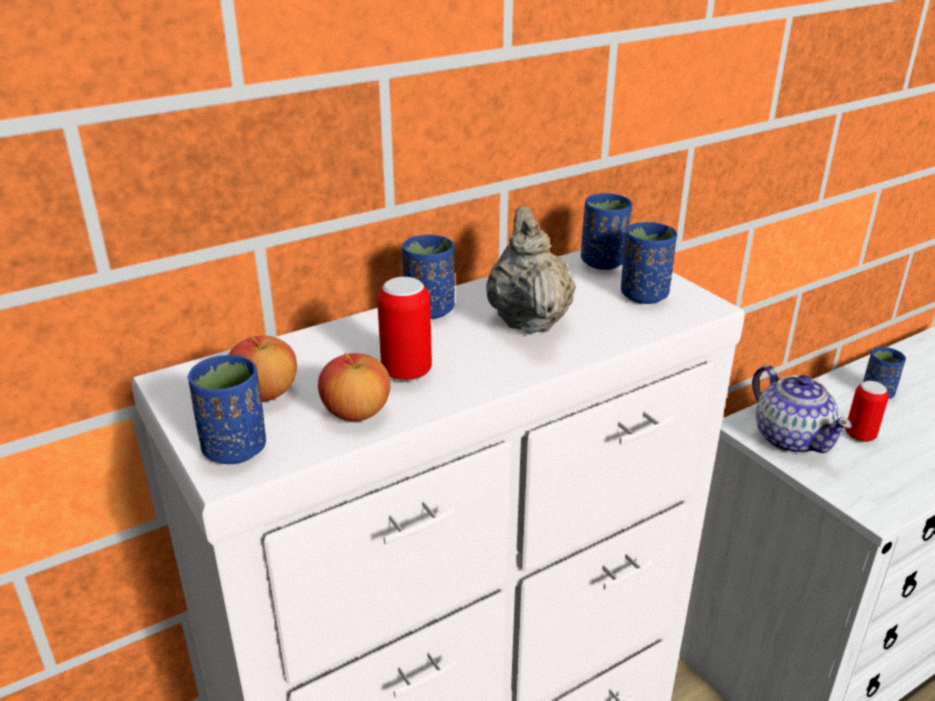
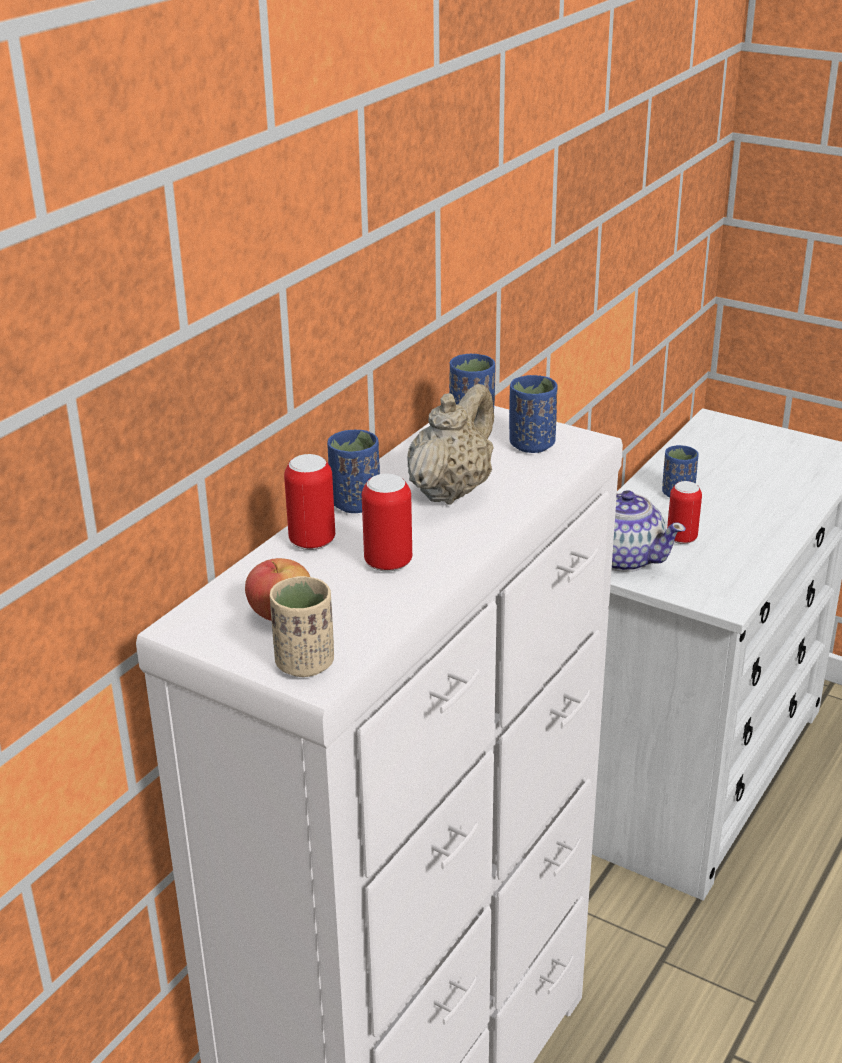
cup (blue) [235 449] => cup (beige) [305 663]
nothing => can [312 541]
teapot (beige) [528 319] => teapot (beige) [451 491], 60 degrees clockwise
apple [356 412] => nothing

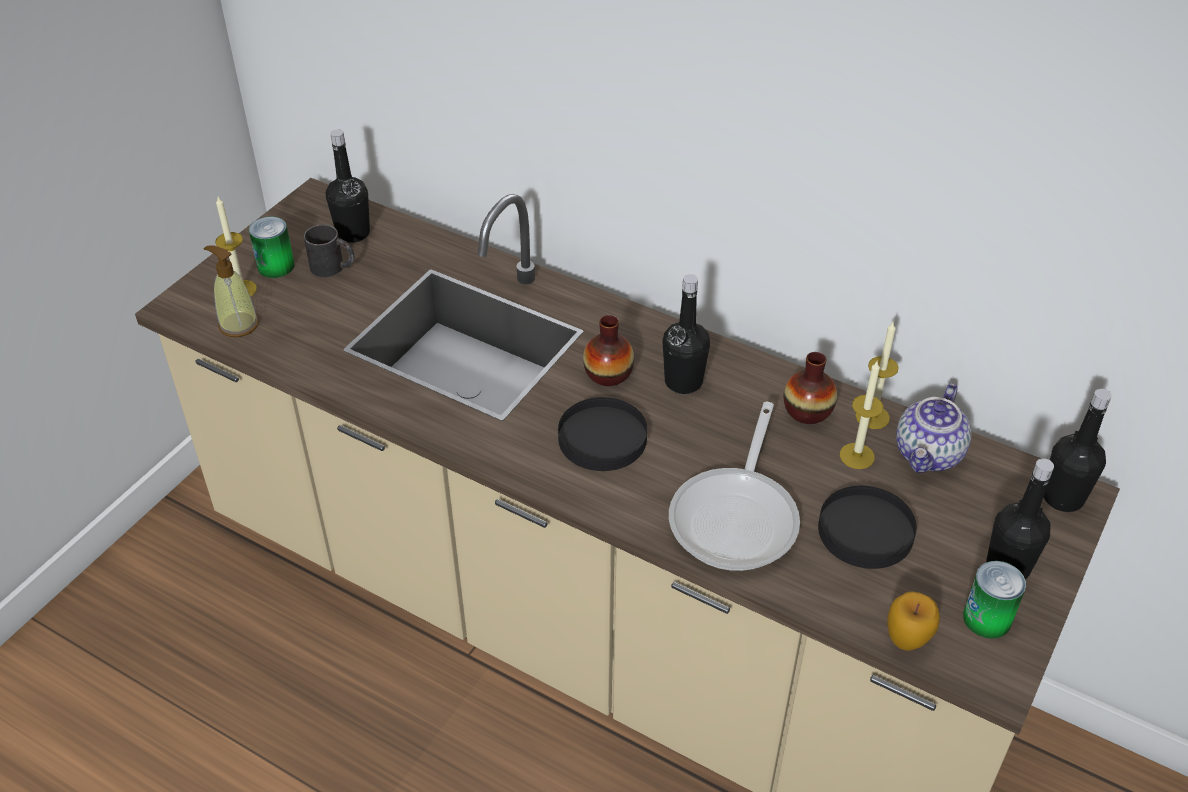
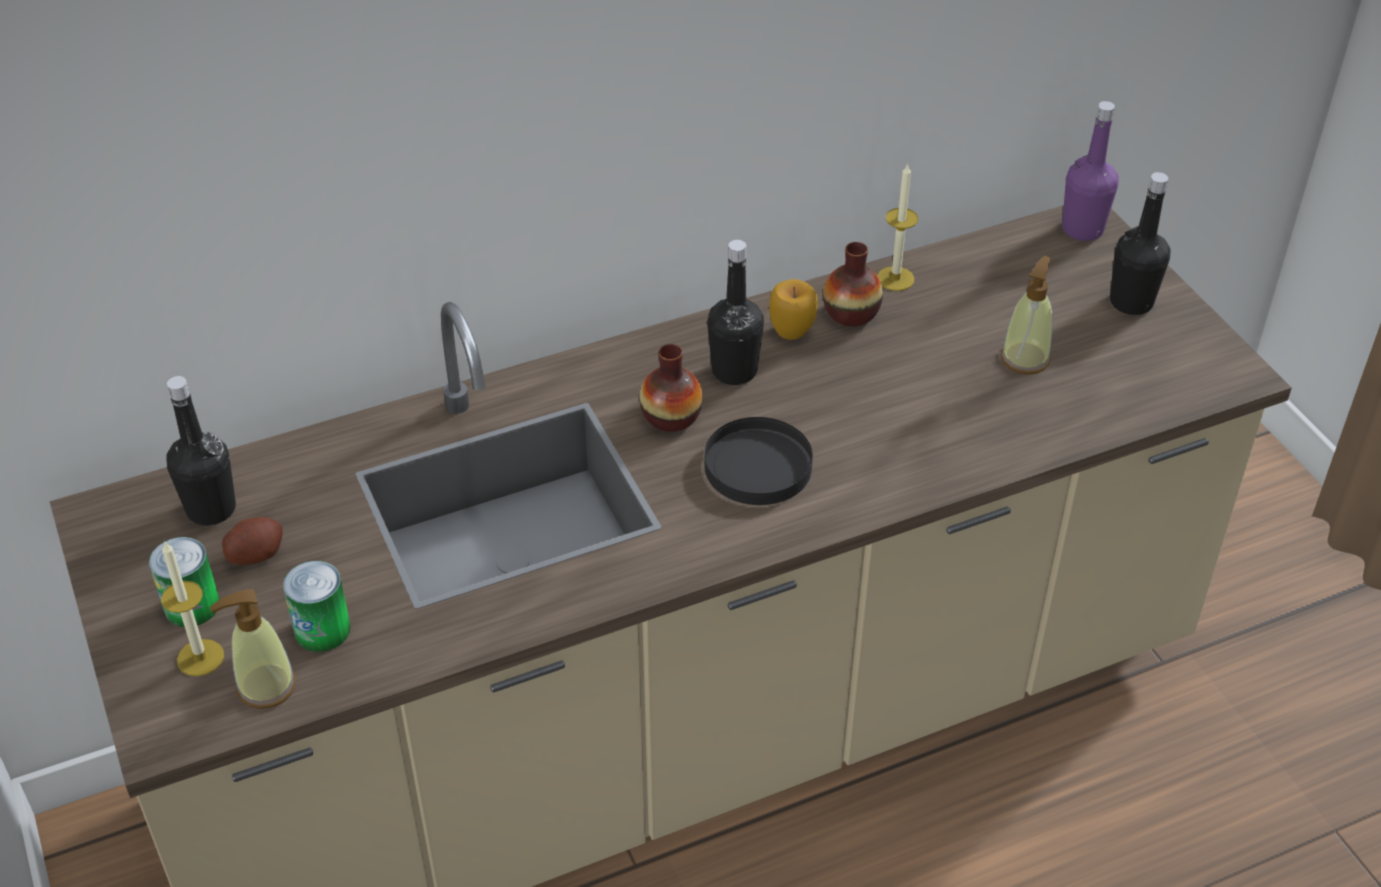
mug (black) [333 267] => potato [256 554]
can [987 618] => can [322 630], shifted
apple [907 640] => apple [792 331], shifted
plate (black) [865 530] => soap dispenser [1025 358]
bottle (black) [1062 497] => bottle (purple) [1082 229]
frying pan [737 517] => nothing
candle [857 456] => nothing
teapot [929 454] => nothing

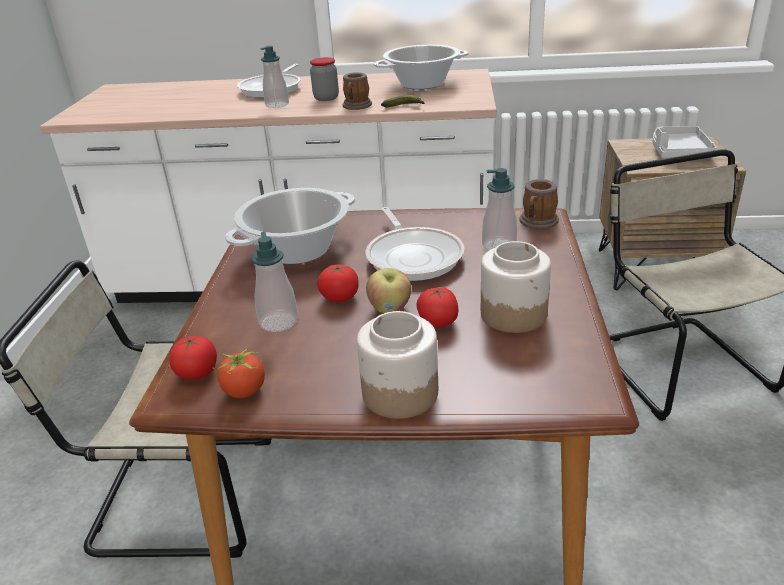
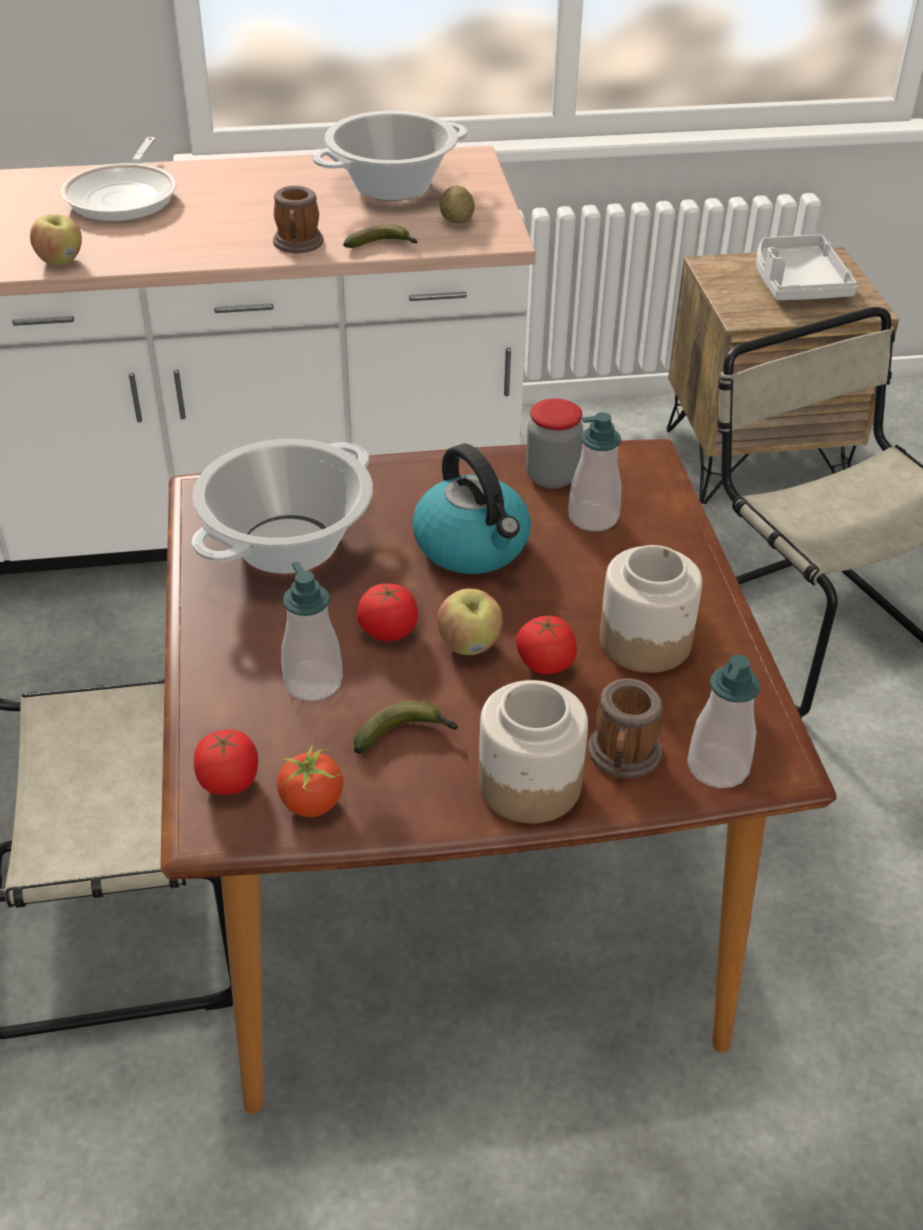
nothing => apple [61 260]
nothing => banana [406 735]
frying pan [413 256] => kettle [473 546]
nothing => potato [457 221]
jar [326 98] => jar [551 477], shifted
mug [537 223] => mug [623 758], shifted
soap dispenser [277 105] => soap dispenser [718 767], shifted

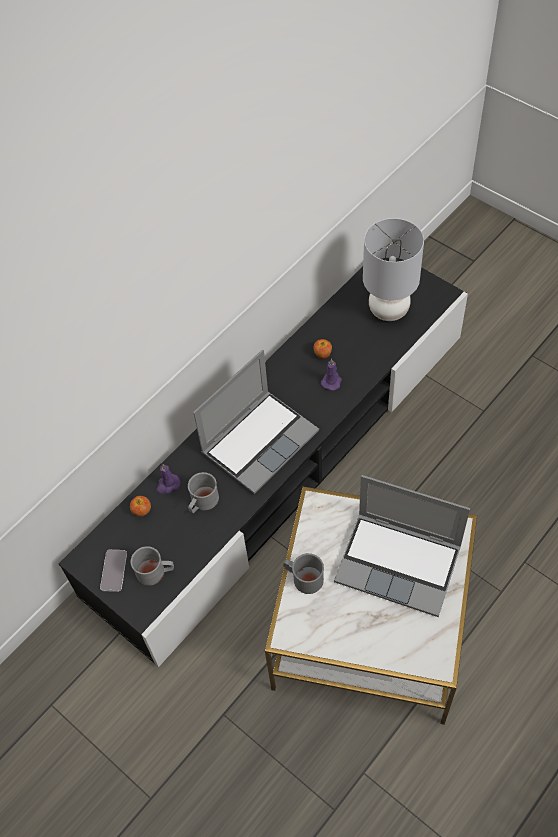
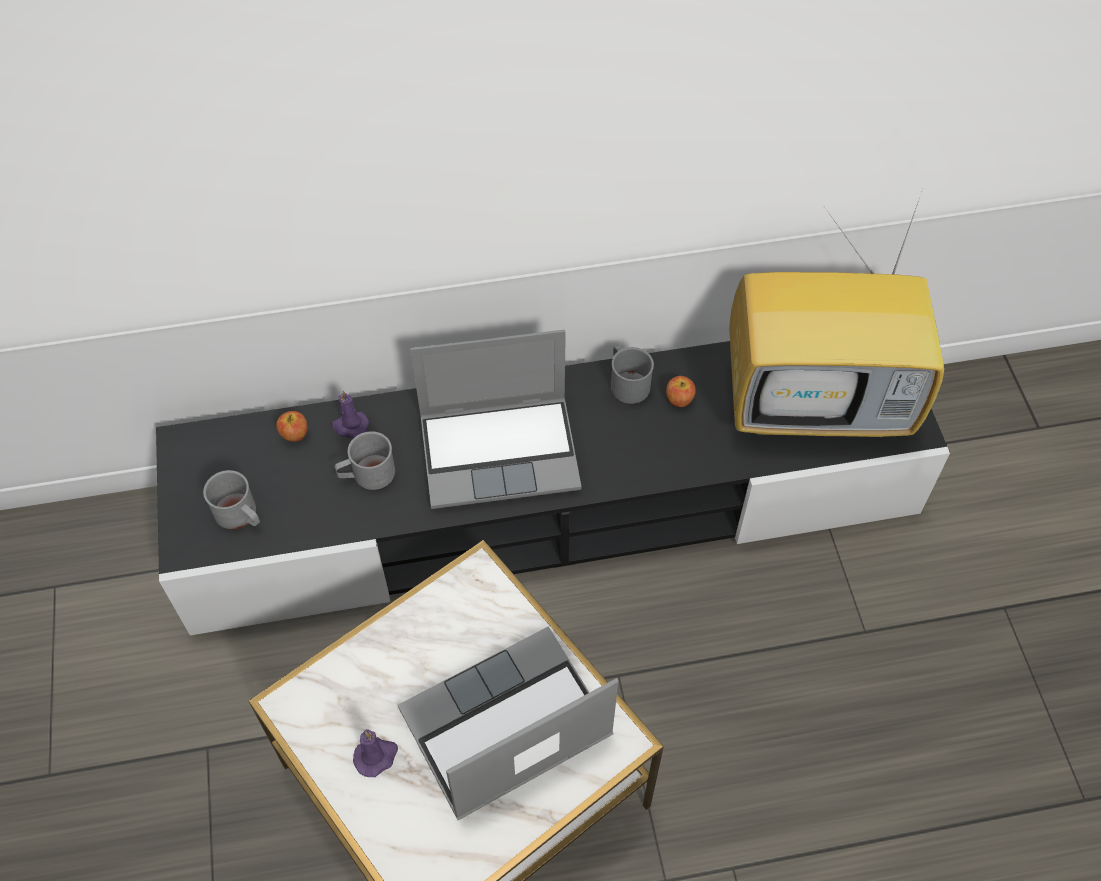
candle (purple) [331 381] => candle (purple) [376 756], shifted
laptop [400 563] => laptop [504 727], 90 degrees clockwise
mug (grey) [303 578] => mug (grey) [627 382], shifted
table lamp (grey) [388 310] => television [819 402]
phone [114 571] => nothing

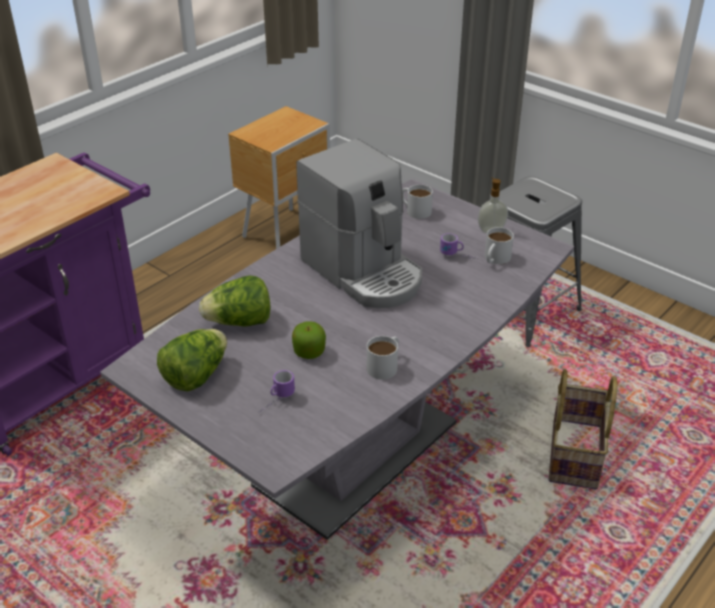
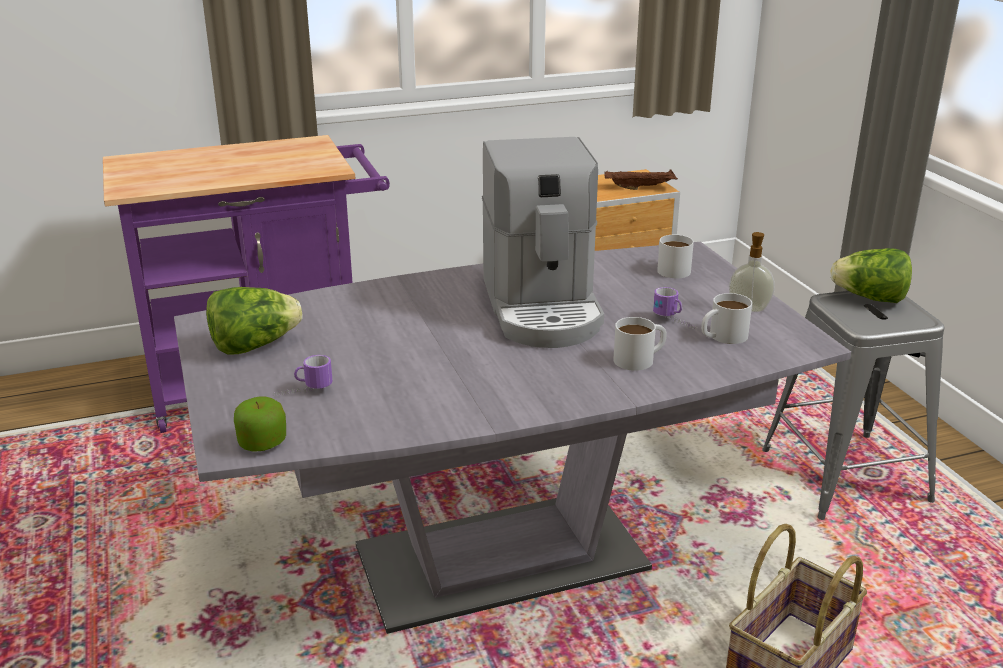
apple [309 351] => apple [262 443], shifted
nothing => tray (brown) [640 188]
mug (white) [385 365] => mug (white) [640 359], shifted
lettuce [239 322] => lettuce [870 298], shifted

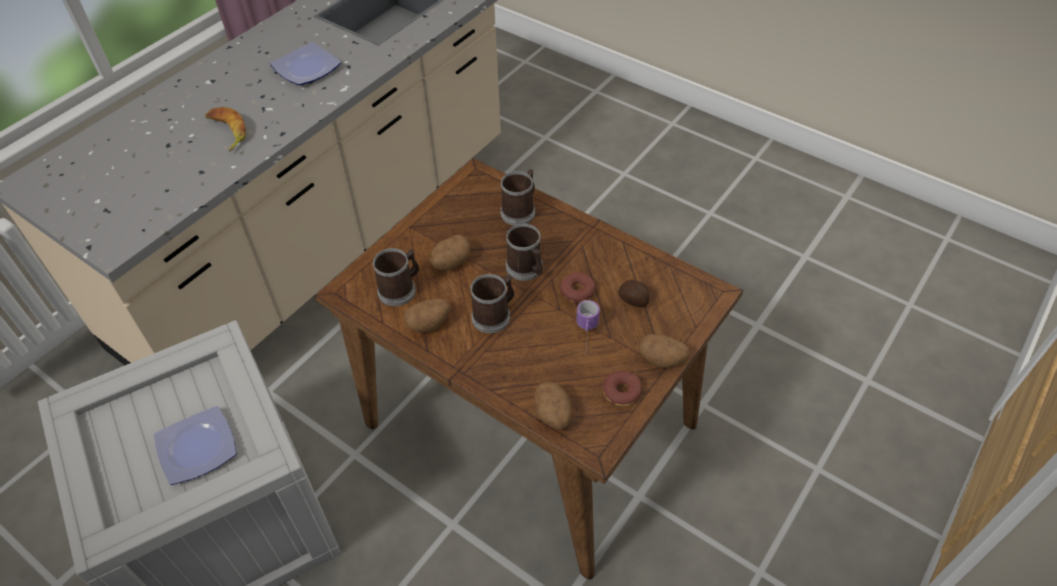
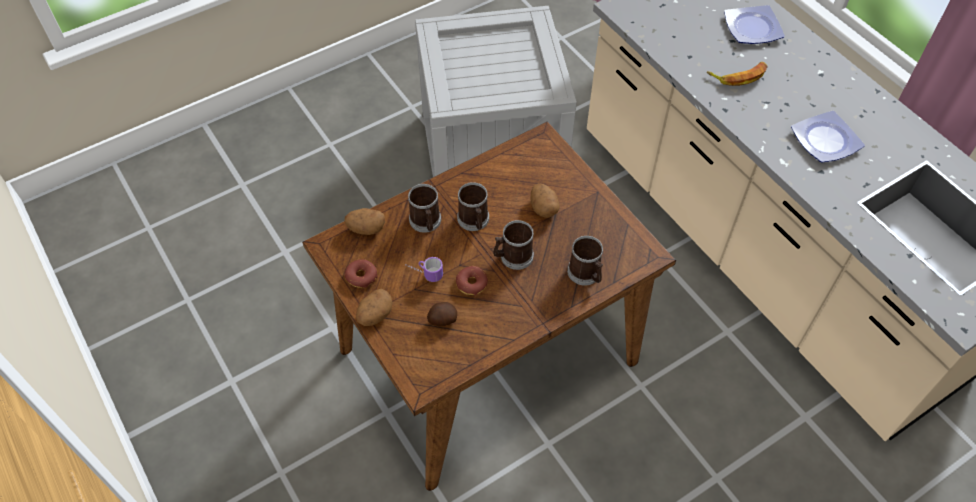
mug [400 289] => mug [426 222], shifted
plate [195 448] => plate [753 27], shifted
potato [429 323] => nothing

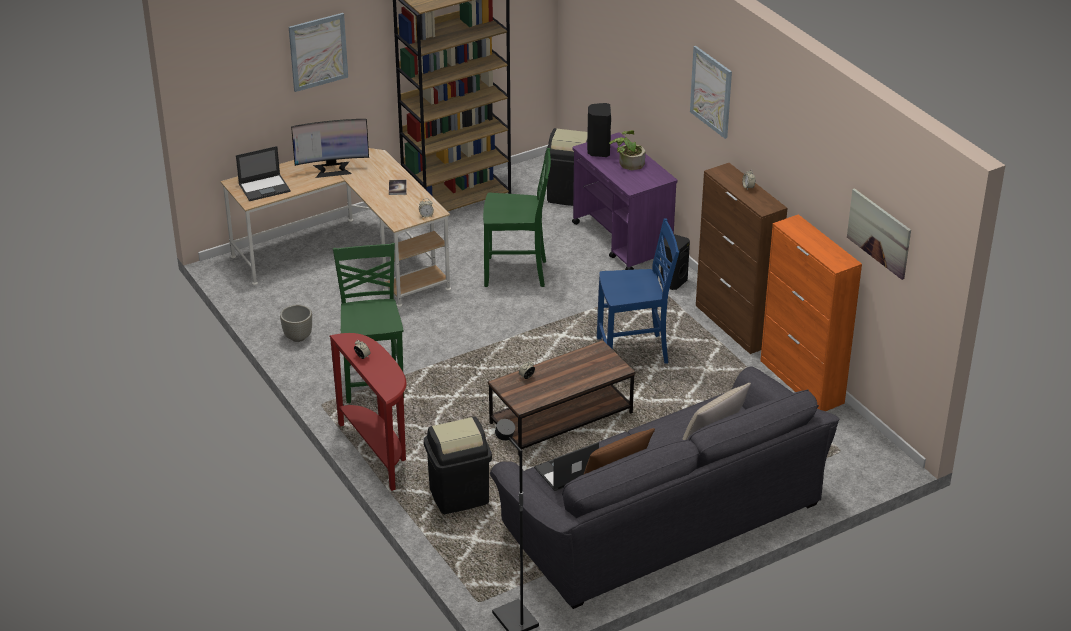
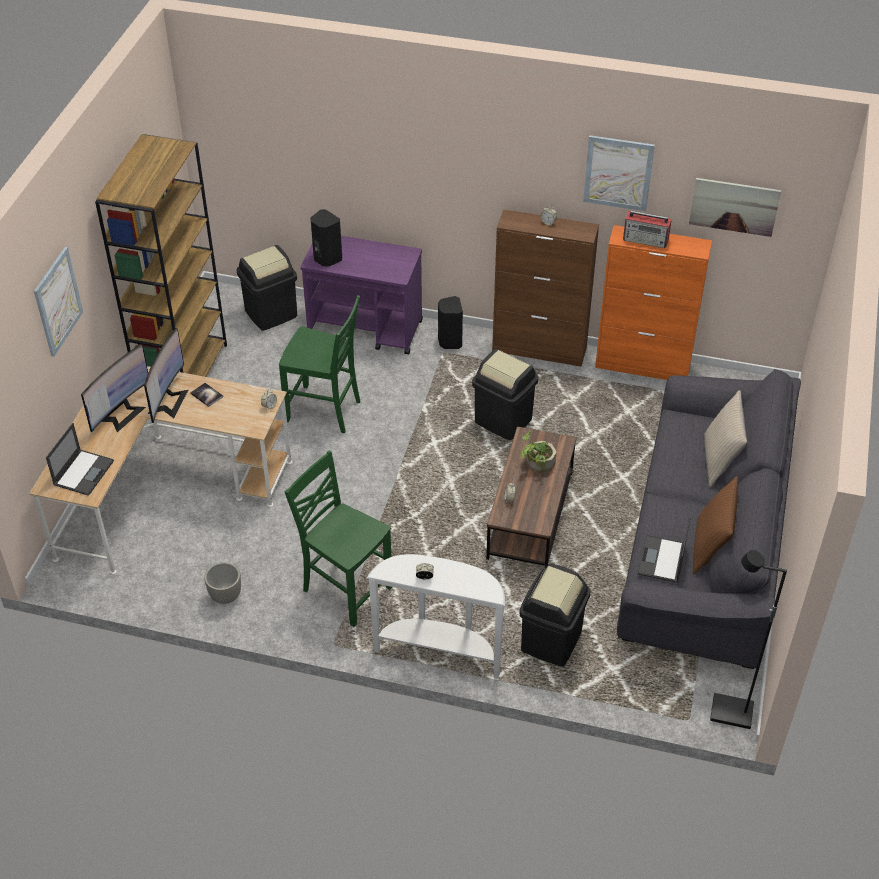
nothing => monitor [168 401]
chair (green) [517 273] => chair (green) [325 411], 60 degrees clockwise
console table (red) [378 452] => console table (white) [439 651]
chair (blue) [634 352] => trash can (black) [503 420]
potted plant [628 163] => potted plant [536 464], shifted
picture [711 91] => picture [618 173], shifted
nothing => radio [646 240]

